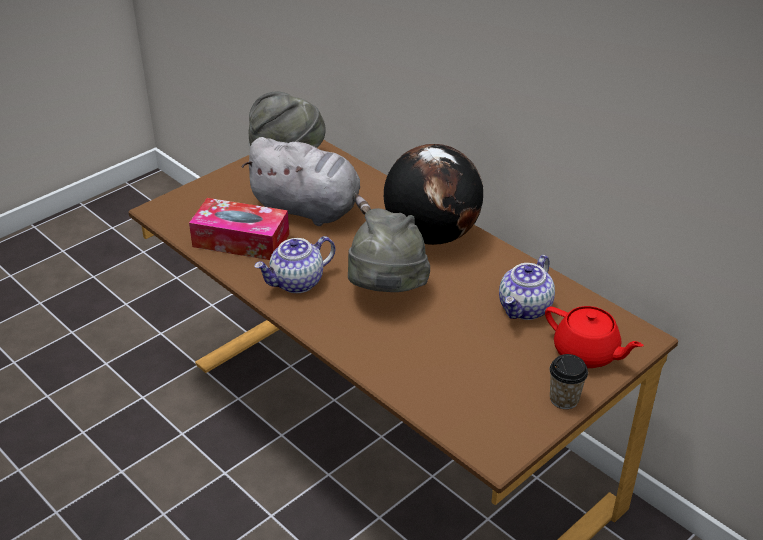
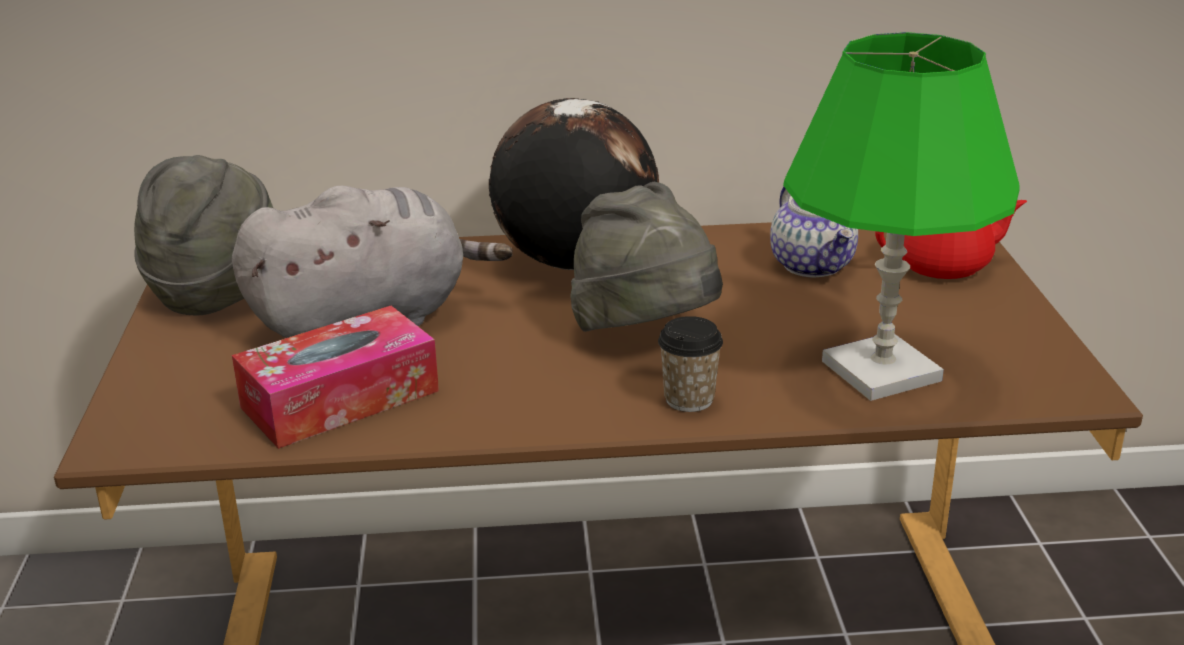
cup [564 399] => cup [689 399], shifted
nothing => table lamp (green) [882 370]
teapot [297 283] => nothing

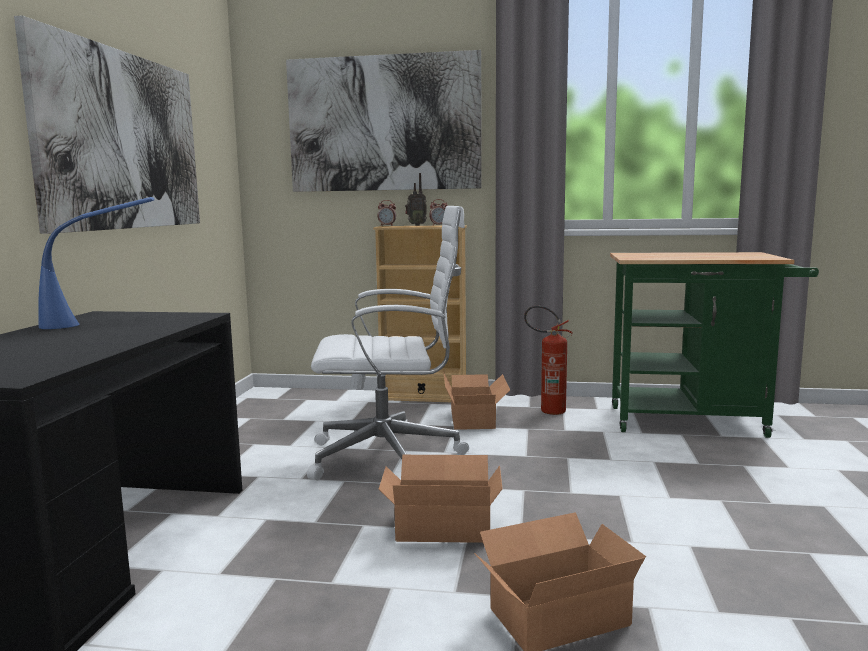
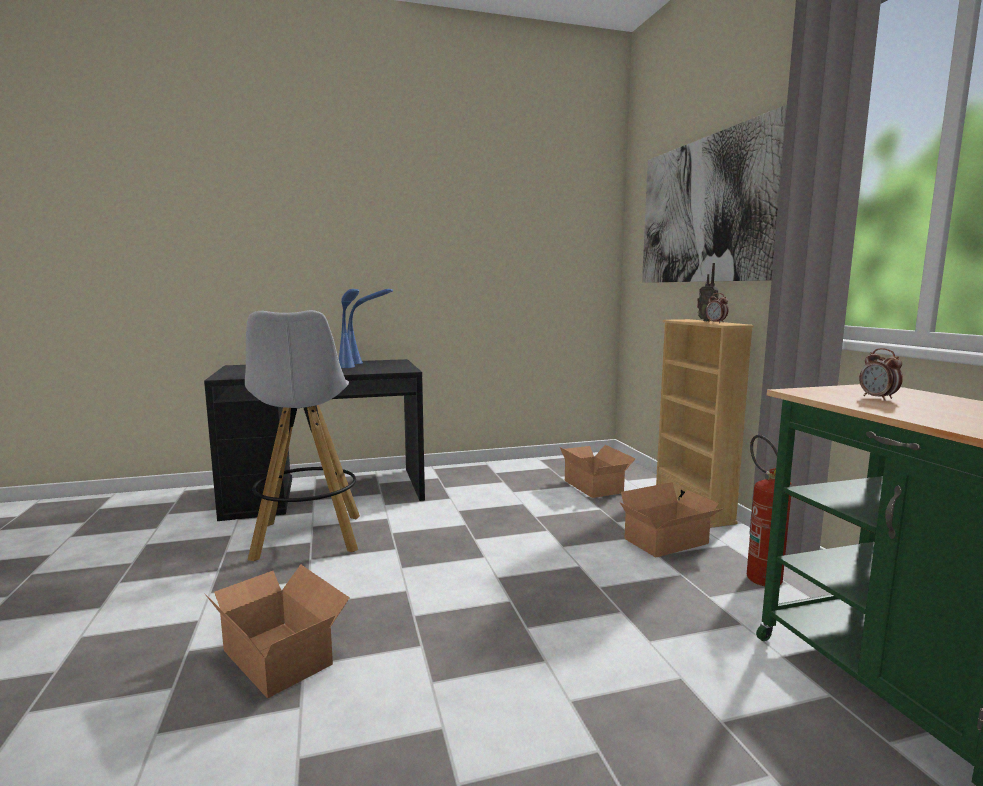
nothing => stool (white) [308 538]
nothing => table lamp (blue) [350 370]
cardboard box [441 525] => cardboard box [594 486], shifted
alarm clock [387 226] => alarm clock [878 398], shifted
picture [122 141] => nothing
office chair (white) [390 457] => nothing

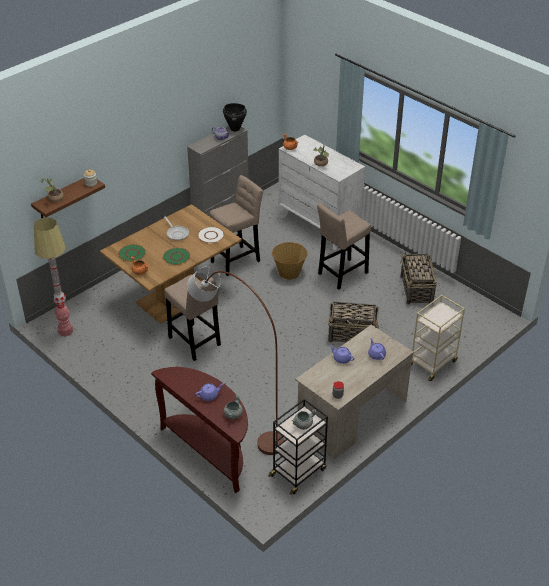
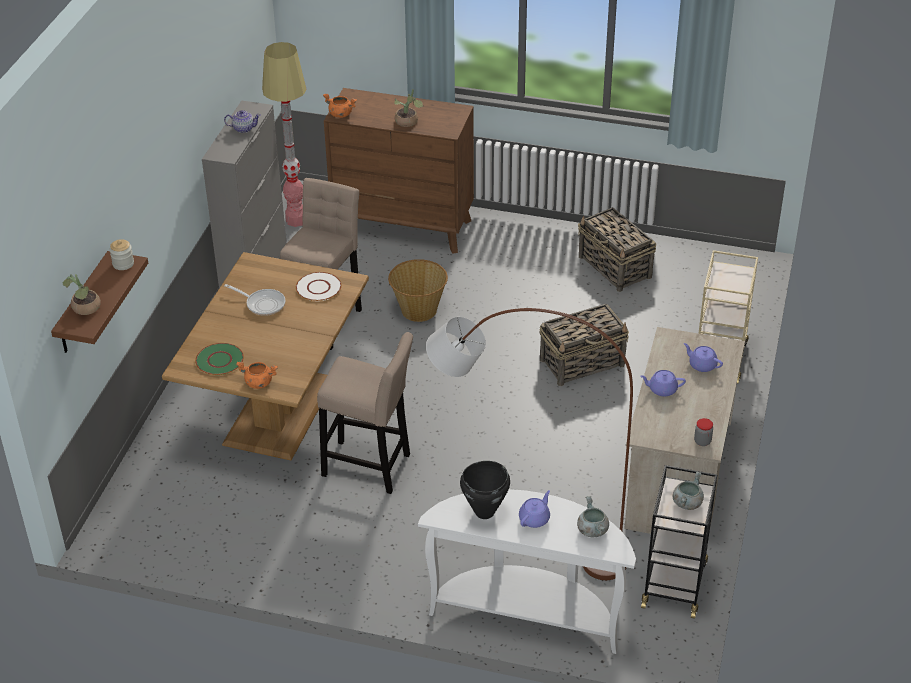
floor lamp [65 331] => floor lamp [296 220], shifted
dresser (white) [319 225] => dresser (brown) [403 226]
console table (brown) [210 451] => console table (white) [528 612]
cooking pot (black) [235 129] => cooking pot (black) [484 512], shifted
plate (green) [176 257] => nothing
stool (beige) [341 274] => nothing

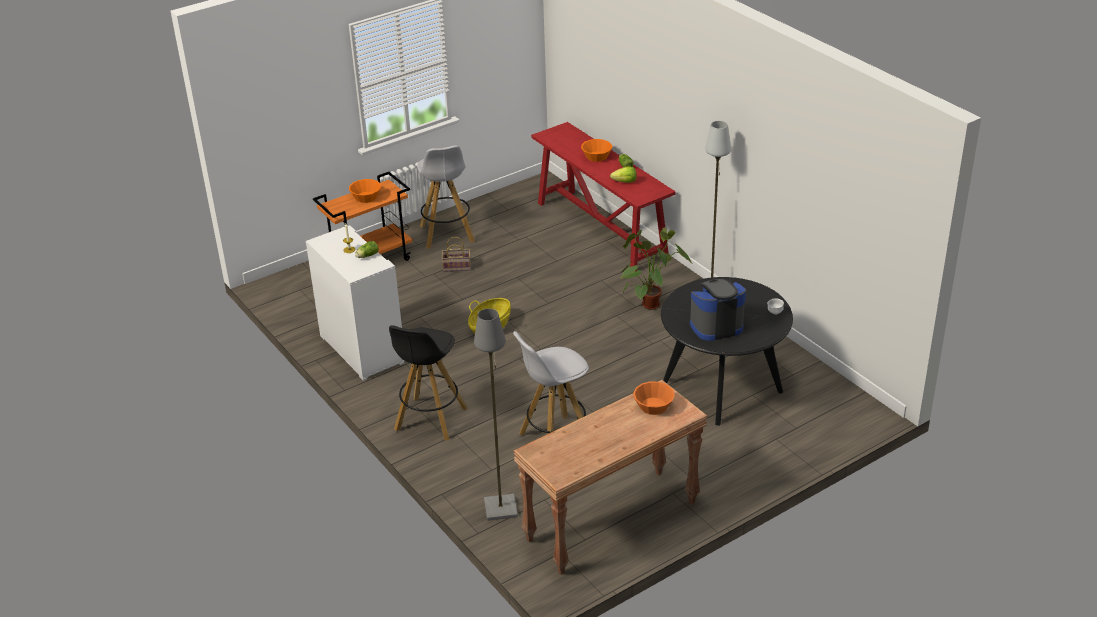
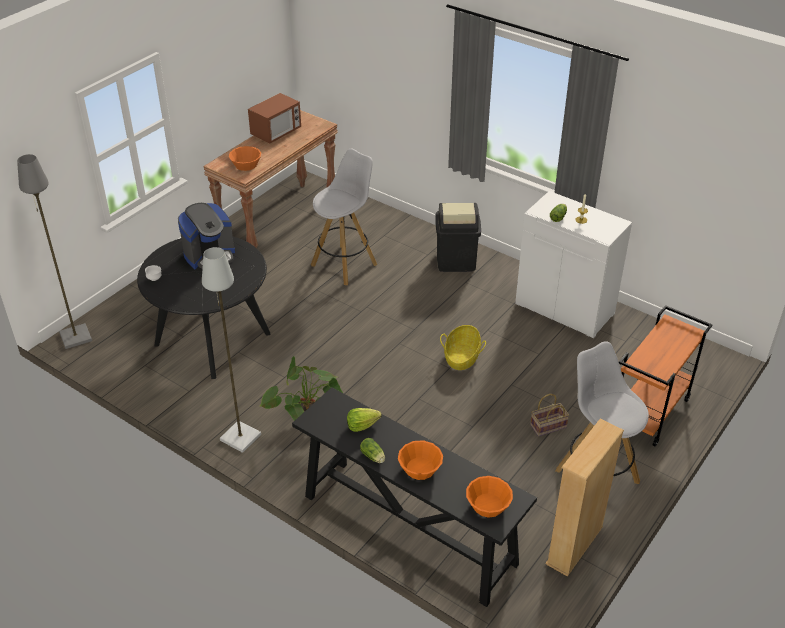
floor lamp (grey) [501 508] => floor lamp (grey) [75 337], shifted
nothing => microwave [276 133]
console table (red) [602 230] => console table (black) [407 529]
stool (black) [430 420] => trash can (black) [456 261]
bowl (orange) [365 197] => bowl (orange) [488 504], shifted
nothing => bookcase (beige) [574 545]

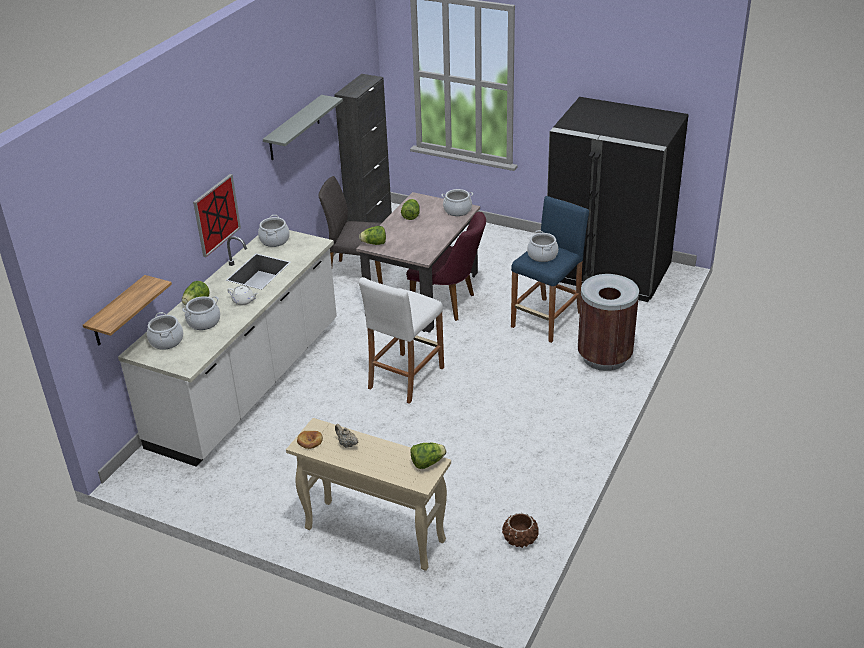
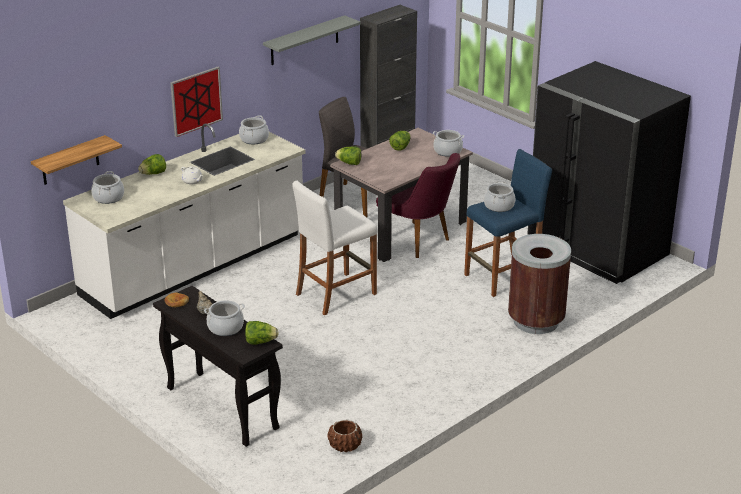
console table (beige) [373 534] => console table (black) [221 408]
cooking pot [203 322] => cooking pot [225 328], shifted

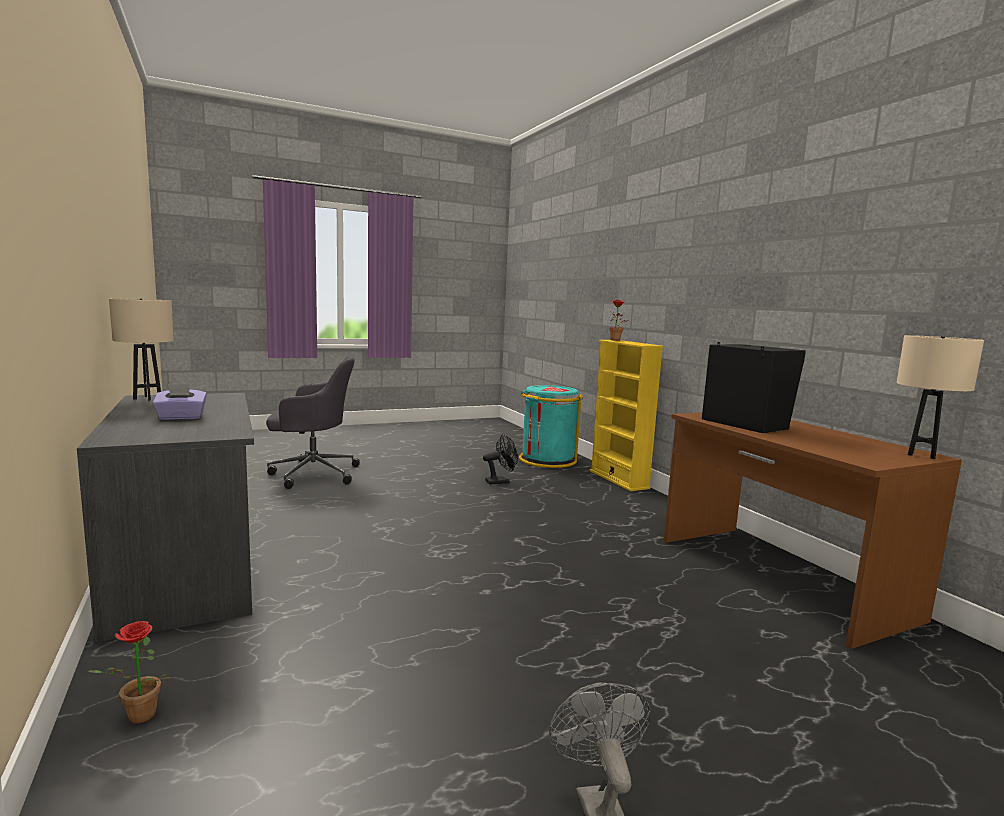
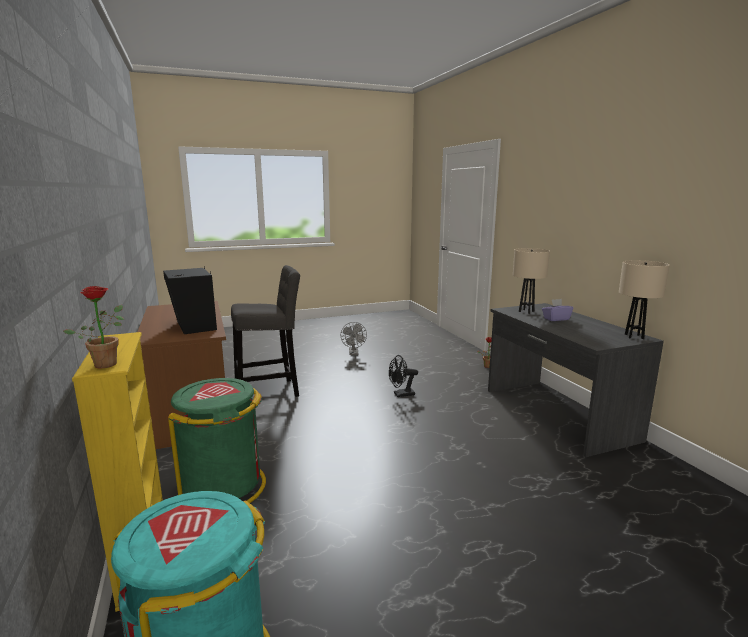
nothing => trash can (green) [224 487]
nothing => stool (grey) [270 391]
fan (black) [501 482] => fan (black) [401 394], shifted
table lamp (beige) [921 455] => table lamp (beige) [526 311], shifted
office chair (grey) [312 473] => nothing

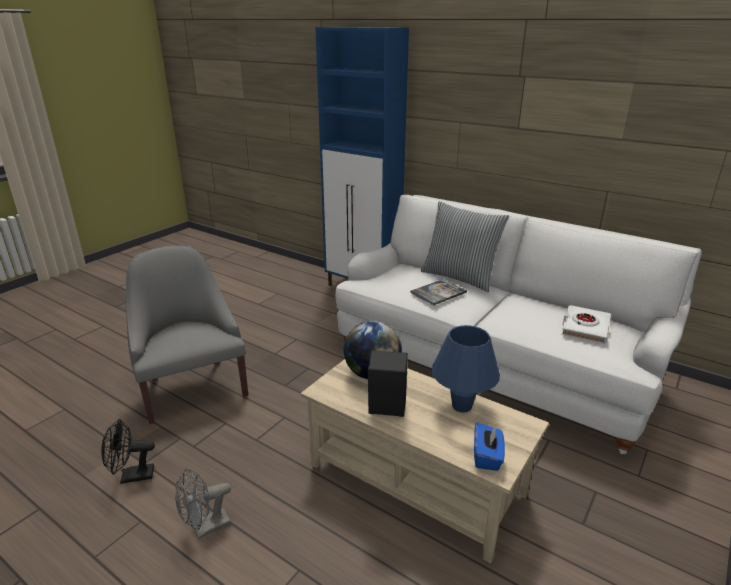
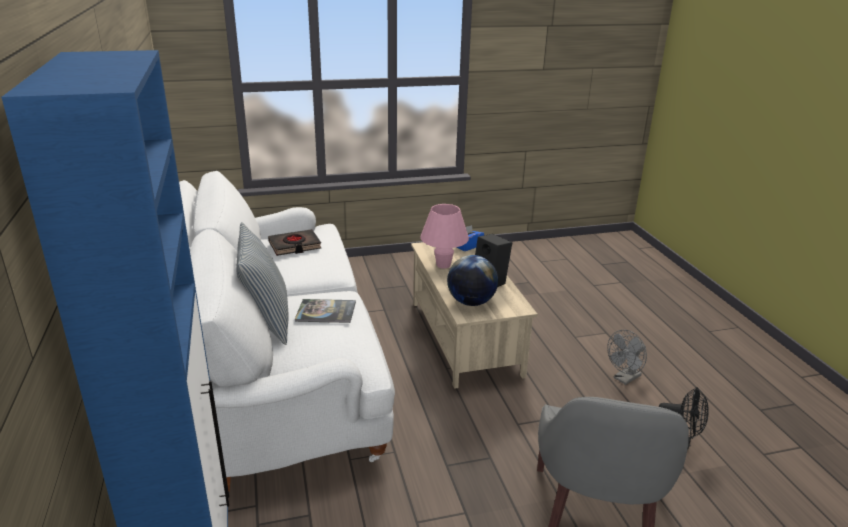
book (white) [584 328] => book (black) [295 246]
table lamp (blue) [461 406] => table lamp (pink) [443 265]
fan (grey) [205 528] => fan (grey) [624 379], 135 degrees clockwise

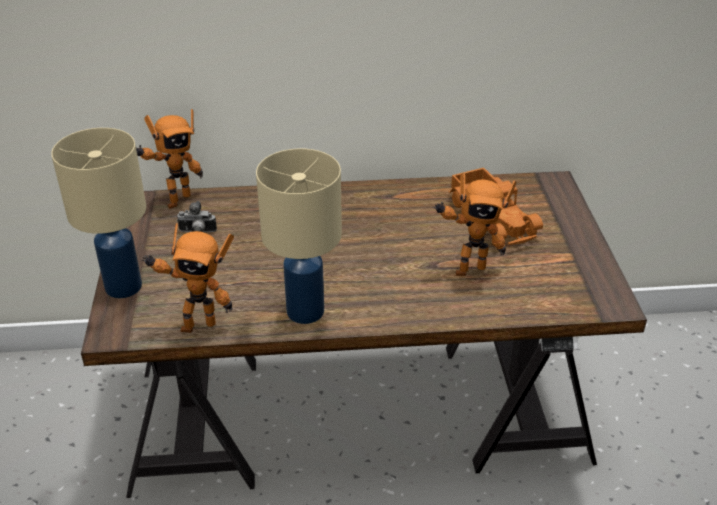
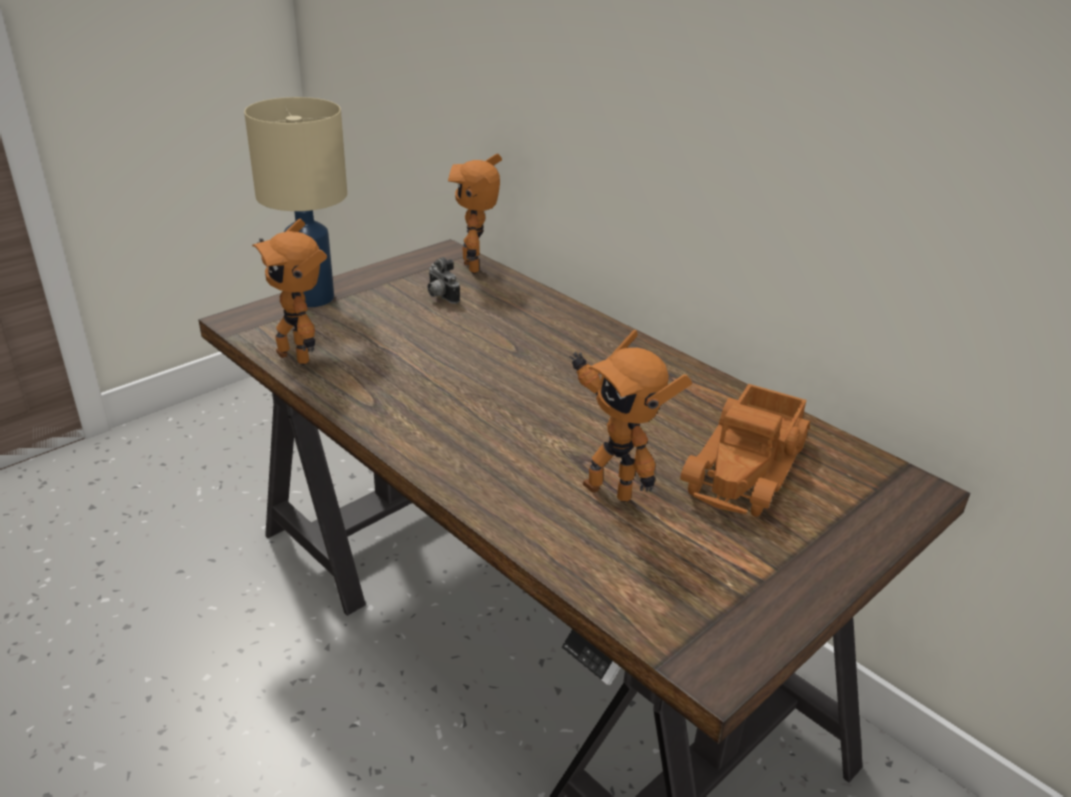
toy robot [176 200] => toy robot [476 266], 75 degrees clockwise
table lamp (beige) [305 312] => nothing

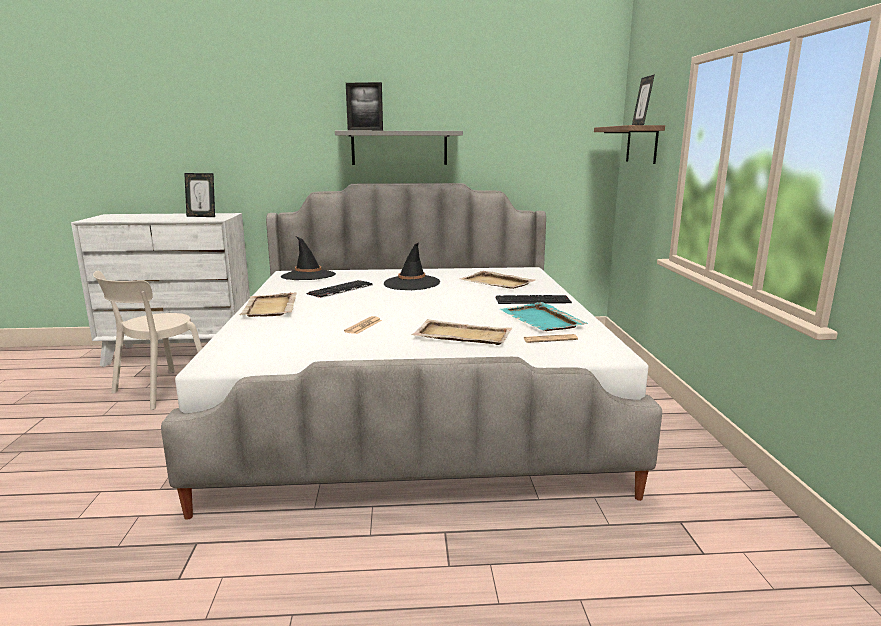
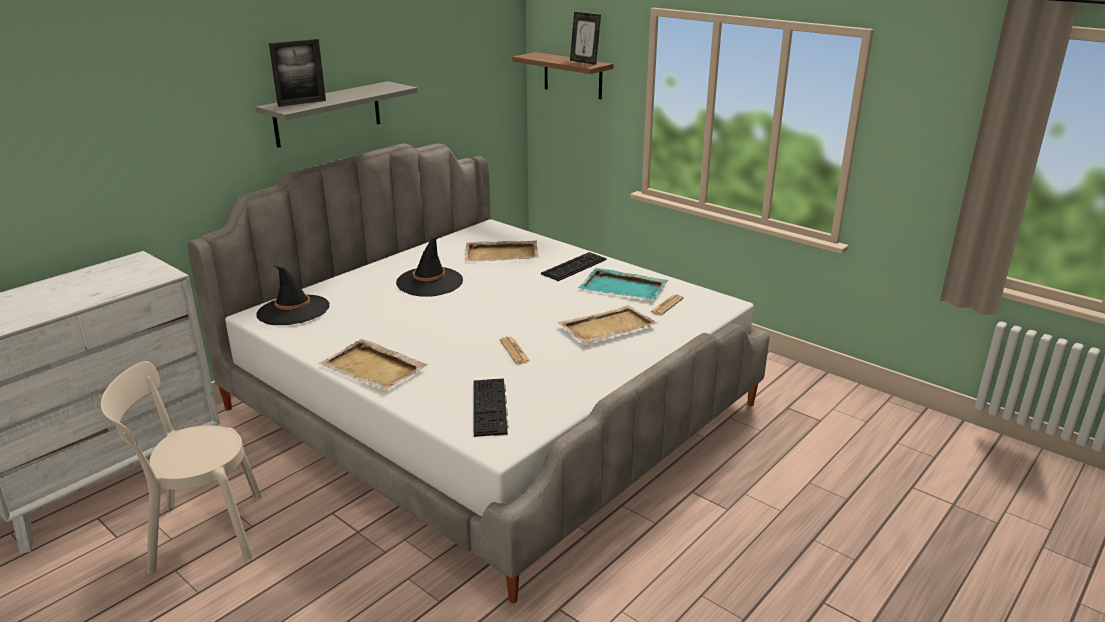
chair (beige) [158 391] => chair (beige) [200 533], 90 degrees clockwise
keyboard [340 289] => keyboard [491 408], shifted
picture frame [202 216] => nothing

